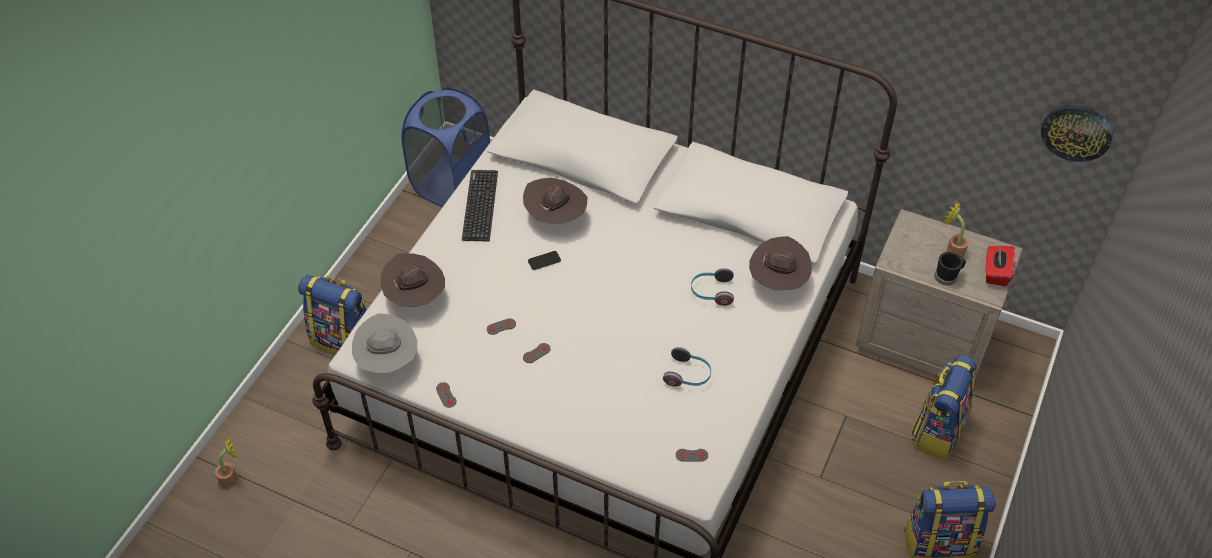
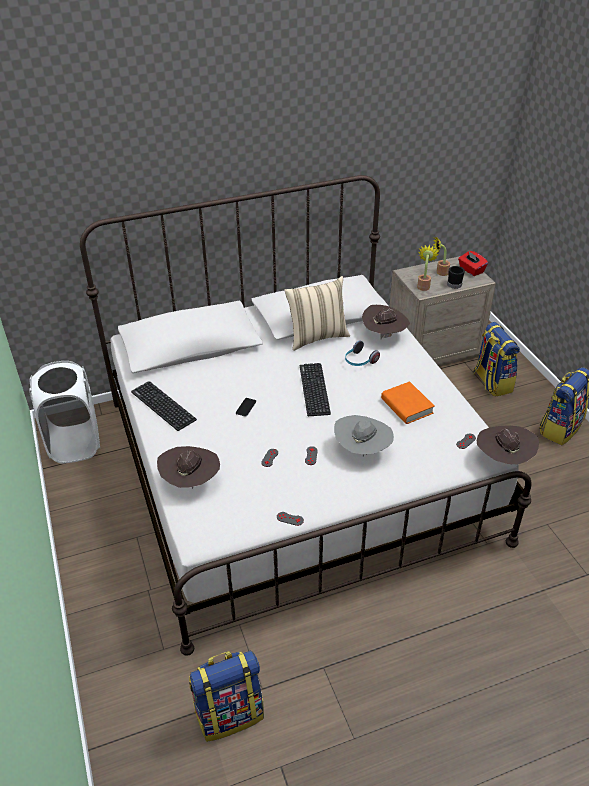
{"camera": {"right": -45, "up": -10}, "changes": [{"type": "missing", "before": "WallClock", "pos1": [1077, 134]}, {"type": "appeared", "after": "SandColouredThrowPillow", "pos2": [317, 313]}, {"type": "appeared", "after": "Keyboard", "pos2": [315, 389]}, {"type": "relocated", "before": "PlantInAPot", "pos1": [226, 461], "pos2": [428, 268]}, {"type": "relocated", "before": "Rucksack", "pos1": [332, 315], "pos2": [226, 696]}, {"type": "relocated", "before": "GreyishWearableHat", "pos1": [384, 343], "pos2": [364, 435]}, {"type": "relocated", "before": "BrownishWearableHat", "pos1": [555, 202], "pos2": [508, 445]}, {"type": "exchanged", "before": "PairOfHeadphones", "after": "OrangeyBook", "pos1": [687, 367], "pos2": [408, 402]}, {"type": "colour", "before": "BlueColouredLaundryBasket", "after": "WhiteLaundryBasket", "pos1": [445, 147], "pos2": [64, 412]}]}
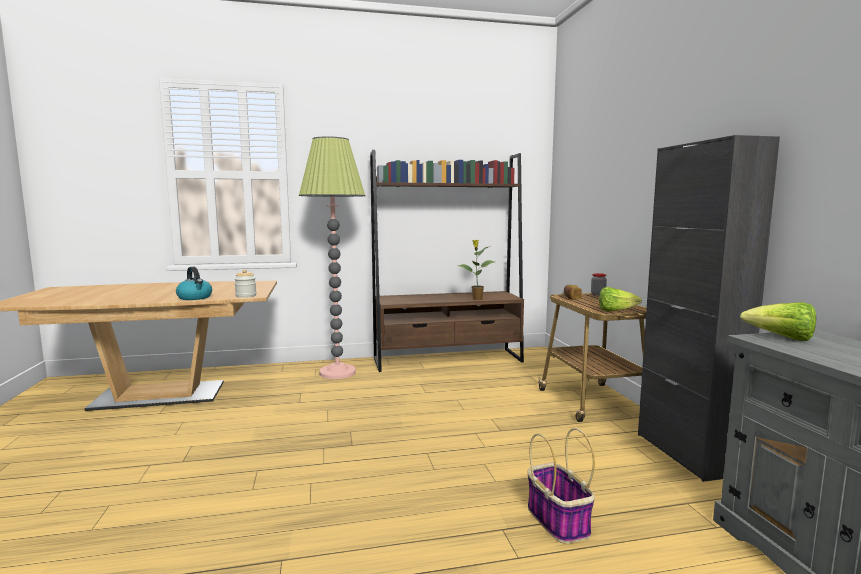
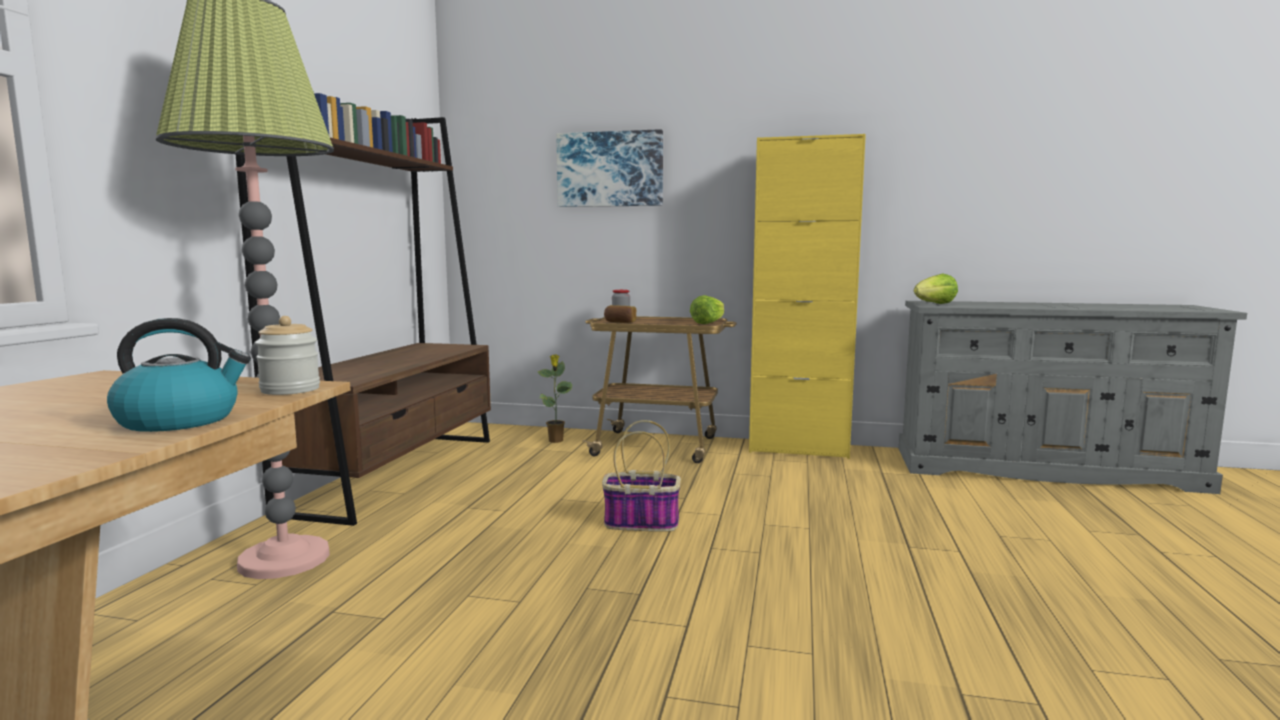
{"camera": {"right": -65, "up": 0}, "changes": [{"type": "appeared", "after": "WallPicture", "pos2": [609, 168]}, {"type": "relocated", "before": "PlantInAPot", "pos1": [476, 270], "pos2": [555, 398]}, {"type": "relocated", "before": "StorageBasket", "pos1": [561, 485], "pos2": [641, 476]}, {"type": "colour", "before": "BlackCabinet", "after": "YellowCabinet", "pos1": [709, 308], "pos2": [807, 296]}]}
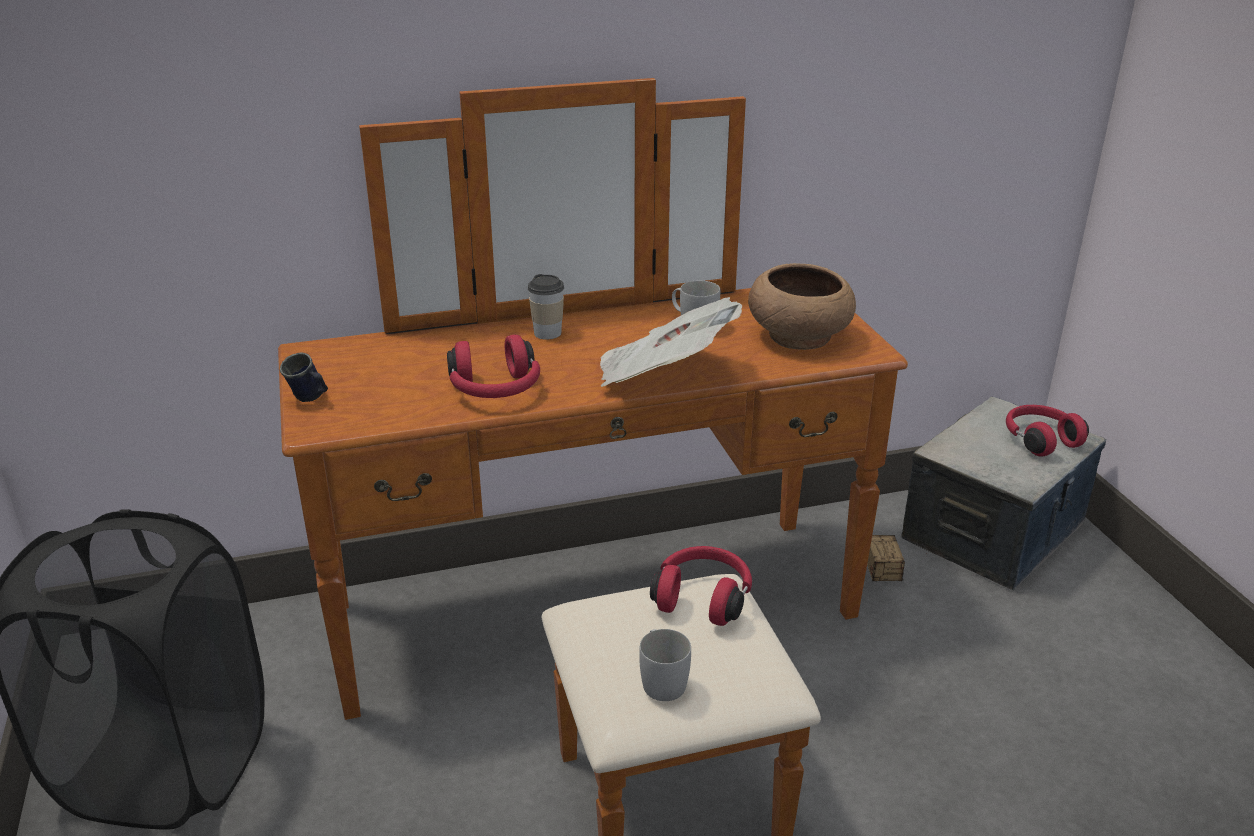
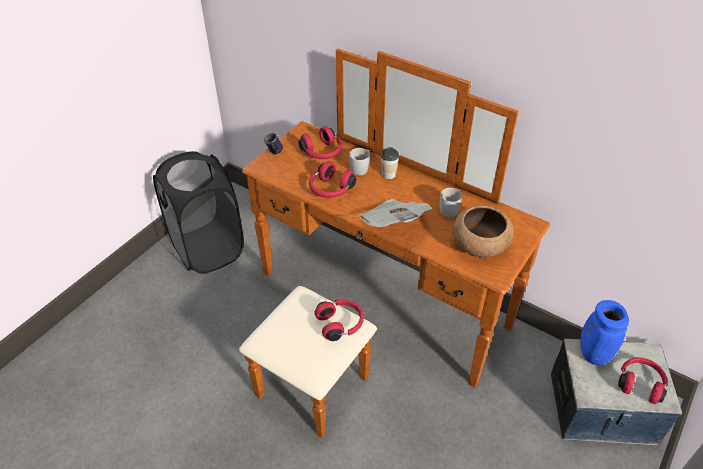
{"camera": {"right": 50, "up": 15}, "changes": [{"type": "missing", "before": "StorageContainer", "pos1": [897, 558]}, {"type": "appeared", "after": "RedPairOfHeadphones", "pos2": [320, 142]}, {"type": "appeared", "after": "BlueColouredDecorativeVase", "pos2": [604, 332]}, {"type": "relocated", "before": "WhiteMug", "pos1": [665, 665], "pos2": [359, 162]}]}
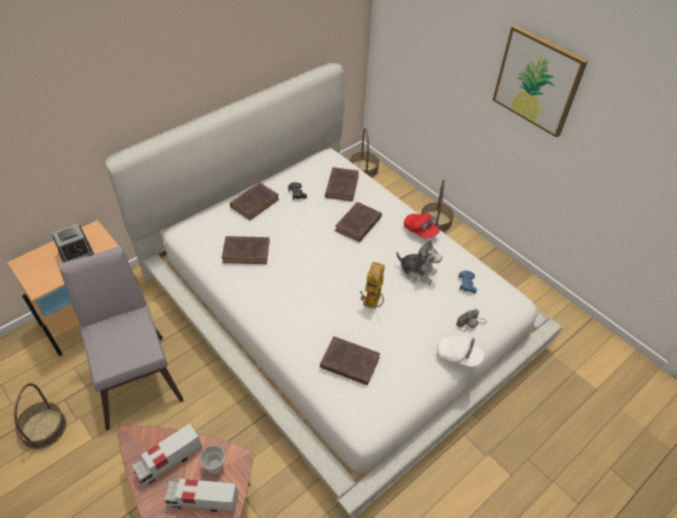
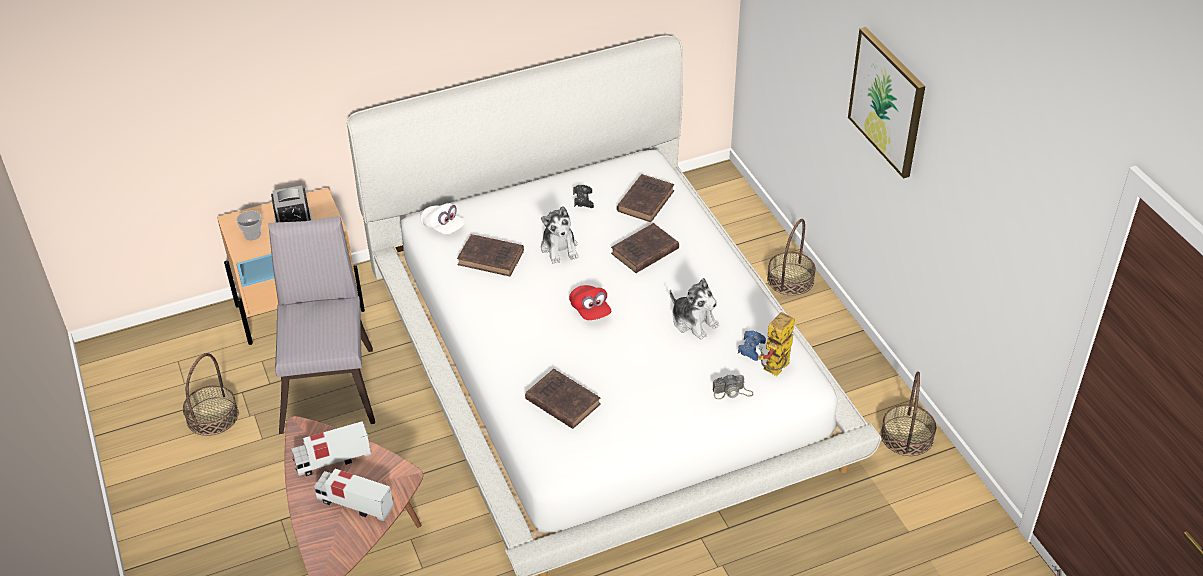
{"camera": {"right": 20, "up": -5}, "changes": [{"type": "missing", "before": "BrownishBook", "pos1": [254, 201]}, {"type": "appeared", "after": "PlushToy", "pos2": [559, 235]}, {"type": "relocated", "before": "DrinkingCup", "pos1": [212, 459], "pos2": [249, 225]}, {"type": "relocated", "before": "StorageBasket", "pos1": [364, 153], "pos2": [908, 413]}, {"type": "relocated", "before": "ModelRobot", "pos1": [372, 285], "pos2": [776, 344]}, {"type": "relocated", "before": "RedCap", "pos1": [422, 226], "pos2": [590, 302]}, {"type": "relocated", "before": "WhiteCap", "pos1": [460, 351], "pos2": [442, 218]}]}
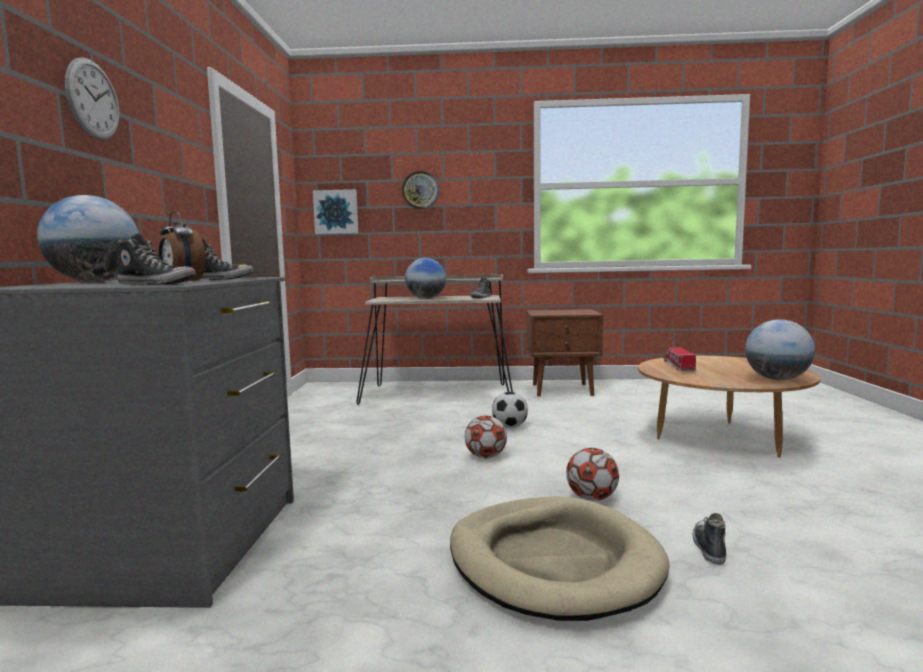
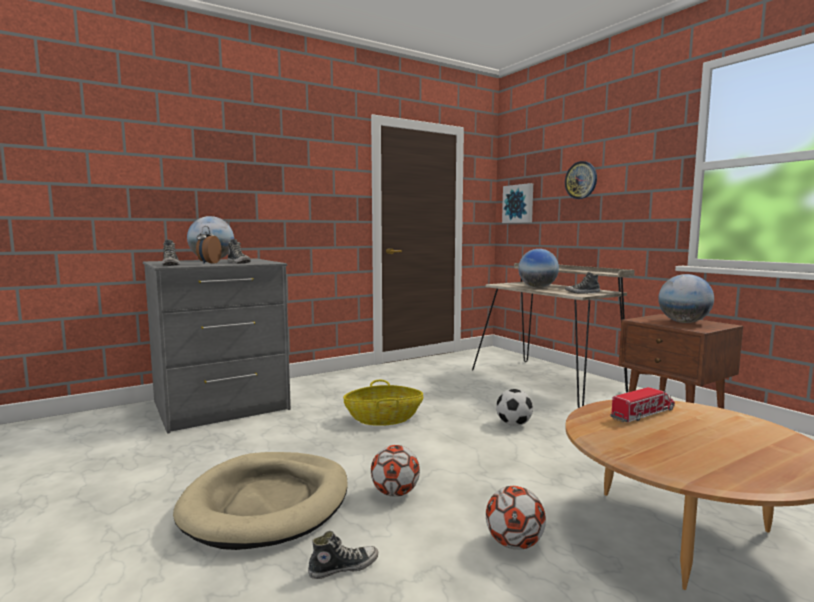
{"camera": {"right": 55, "up": 0}, "changes": [{"type": "missing", "before": "WallClock", "pos1": [92, 98]}, {"type": "appeared", "after": "StorageBasket", "pos2": [383, 403]}, {"type": "relocated", "before": "BallForFootball", "pos1": [486, 436], "pos2": [516, 518]}, {"type": "relocated", "before": "DeskGlobe", "pos1": [780, 349], "pos2": [686, 298]}]}
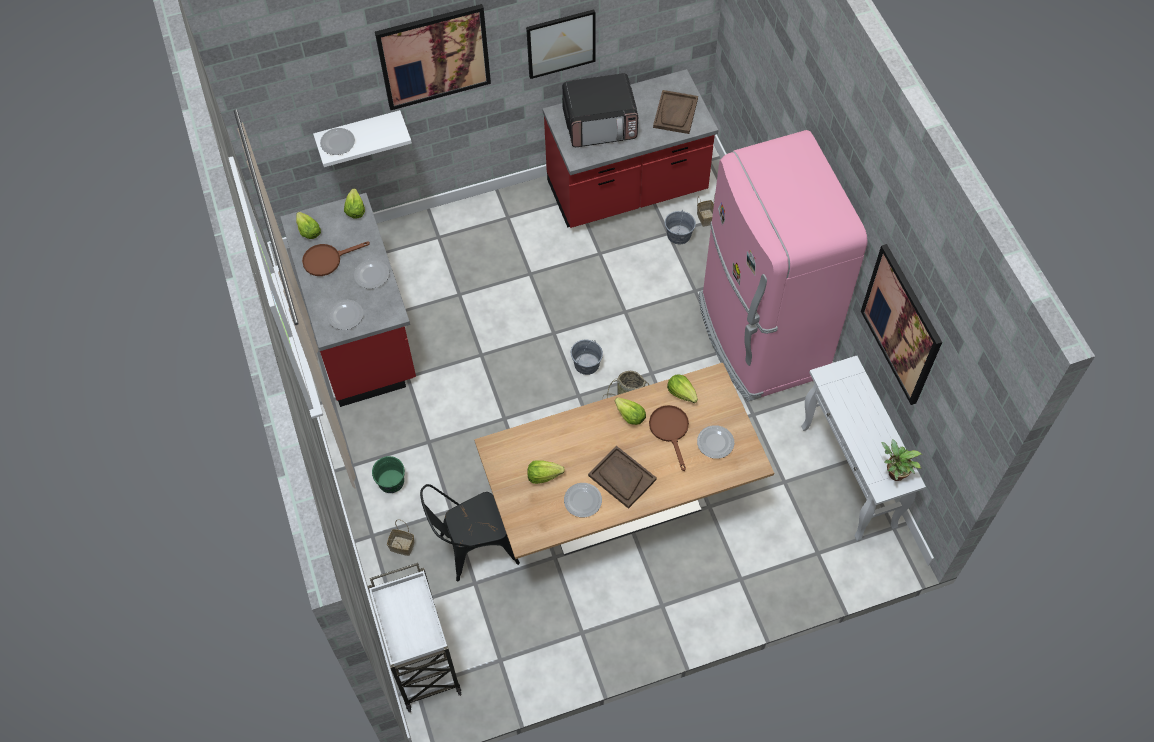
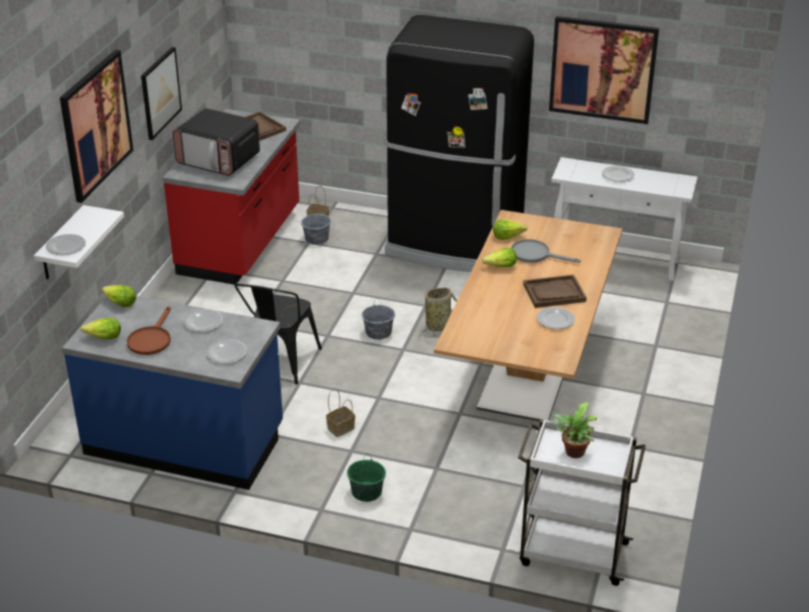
{"camera": {"right": -55, "up": -25}, "changes": [{"type": "missing", "before": "HeadOfLettuce", "pos1": [546, 472]}, {"type": "relocated", "before": "StorageBasket", "pos1": [400, 537], "pos2": [340, 412]}, {"type": "relocated", "before": "BlackPlainChair", "pos1": [470, 532], "pos2": [278, 334]}, {"type": "relocated", "before": "DinnerPlate", "pos1": [715, 442], "pos2": [618, 173]}, {"type": "relocated", "before": "PlantInAPot", "pos1": [901, 460], "pos2": [574, 430]}, {"type": "colour", "before": "RedKitchenCounter", "after": "BlueColouredKitchenCounter", "pos1": [348, 300], "pos2": [172, 393]}, {"type": "colour", "before": "BrownishFryingPan", "after": "GreyishFryingPan", "pos1": [669, 438], "pos2": [546, 251]}, {"type": "colour", "before": "PinkColouredRefrigerator", "after": "BlackRefrigerator", "pos1": [783, 266], "pos2": [459, 143]}, {"type": "spun", "before": "MicrowaveOven", "pos1": [600, 110], "pos2": [216, 142], "turn": 90}]}
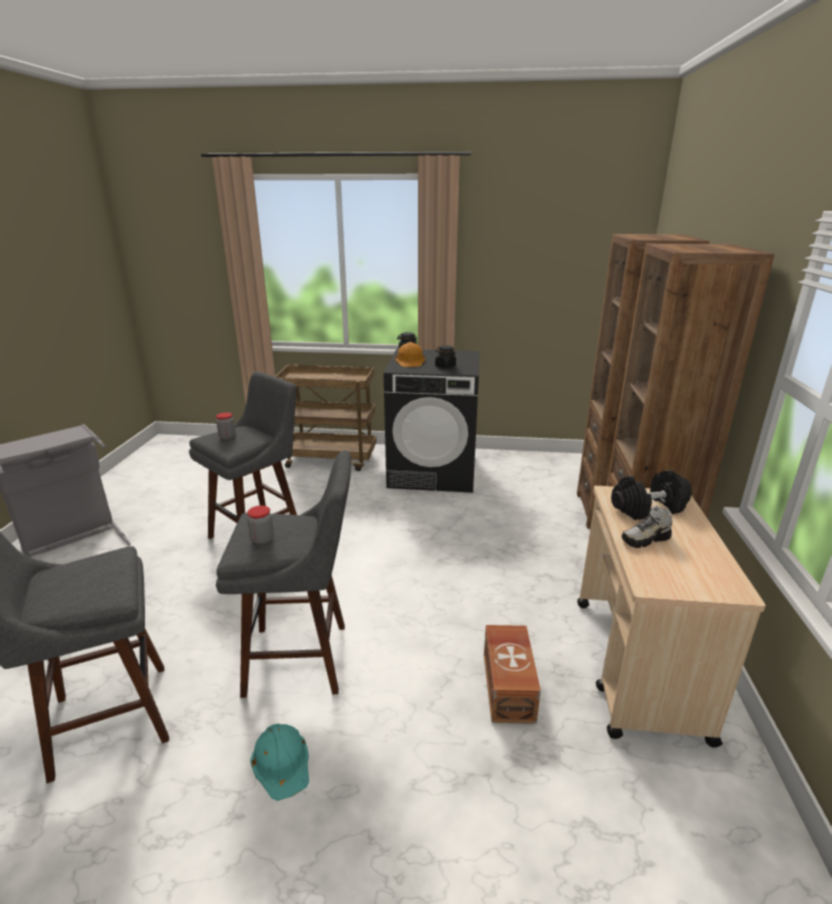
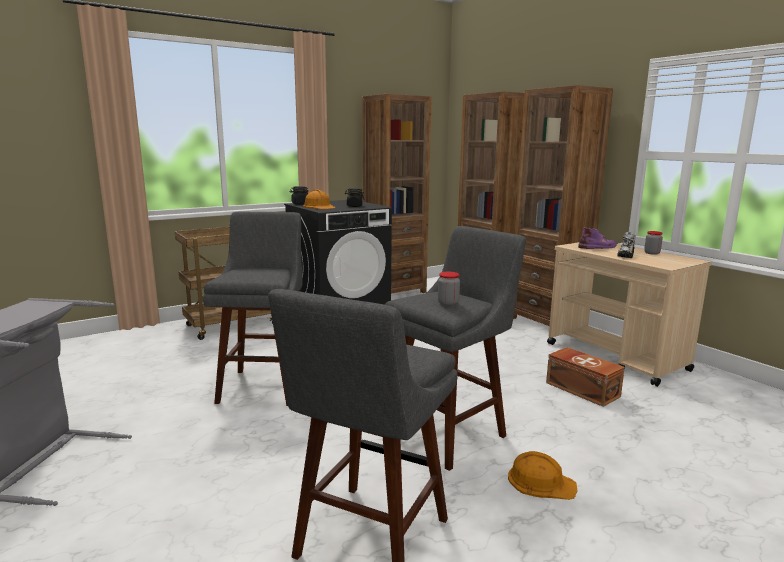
{"camera": {"right": -40, "up": -10}, "changes": [{"type": "appeared", "after": "BrownishBookshelf", "pos2": [397, 194]}, {"type": "relocated", "before": "Jar", "pos1": [226, 426], "pos2": [653, 243]}, {"type": "exchanged", "before": "BlackFreeWeight", "after": "PurplishTallBoot", "pos1": [651, 495], "pos2": [597, 238]}, {"type": "colour", "before": "TurquoiseWorkHelmet", "after": "OrangeyWorkHelmet", "pos1": [279, 762], "pos2": [542, 475]}]}
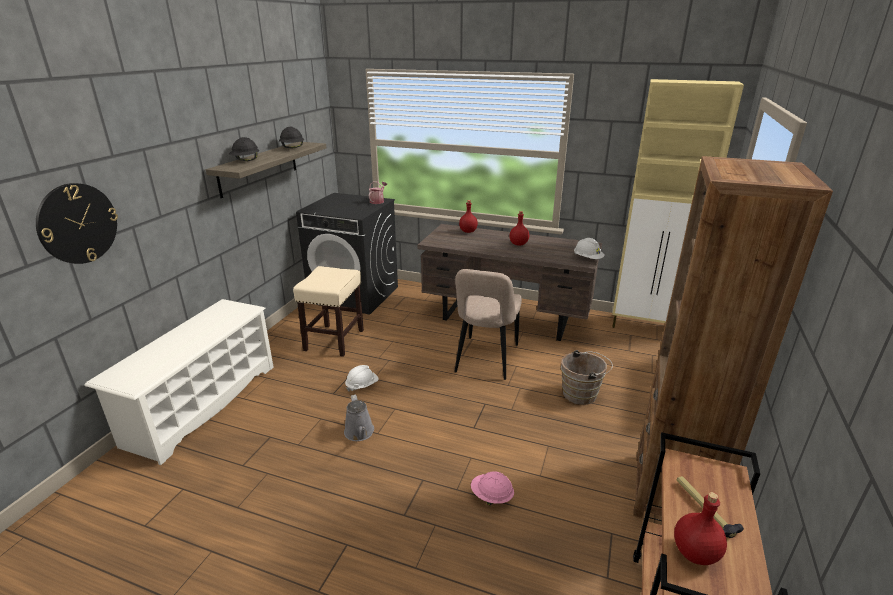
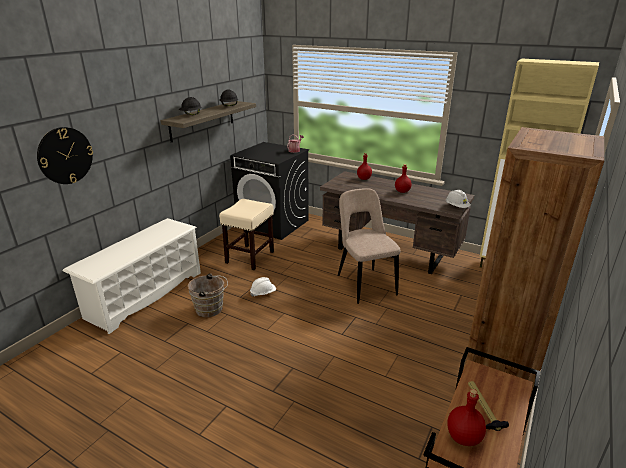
{"camera": {"right": 10, "up": 0}, "changes": [{"type": "missing", "before": "GreyishWateringCan", "pos1": [359, 417]}, {"type": "missing", "before": "PinkColouredWorkHelmet", "pos1": [492, 488]}, {"type": "relocated", "before": "BrownishPail", "pos1": [587, 377], "pos2": [208, 295]}, {"type": "spun", "before": "SandColouredPlainChair", "pos1": [488, 324], "pos2": [369, 246], "turn": 135}]}
